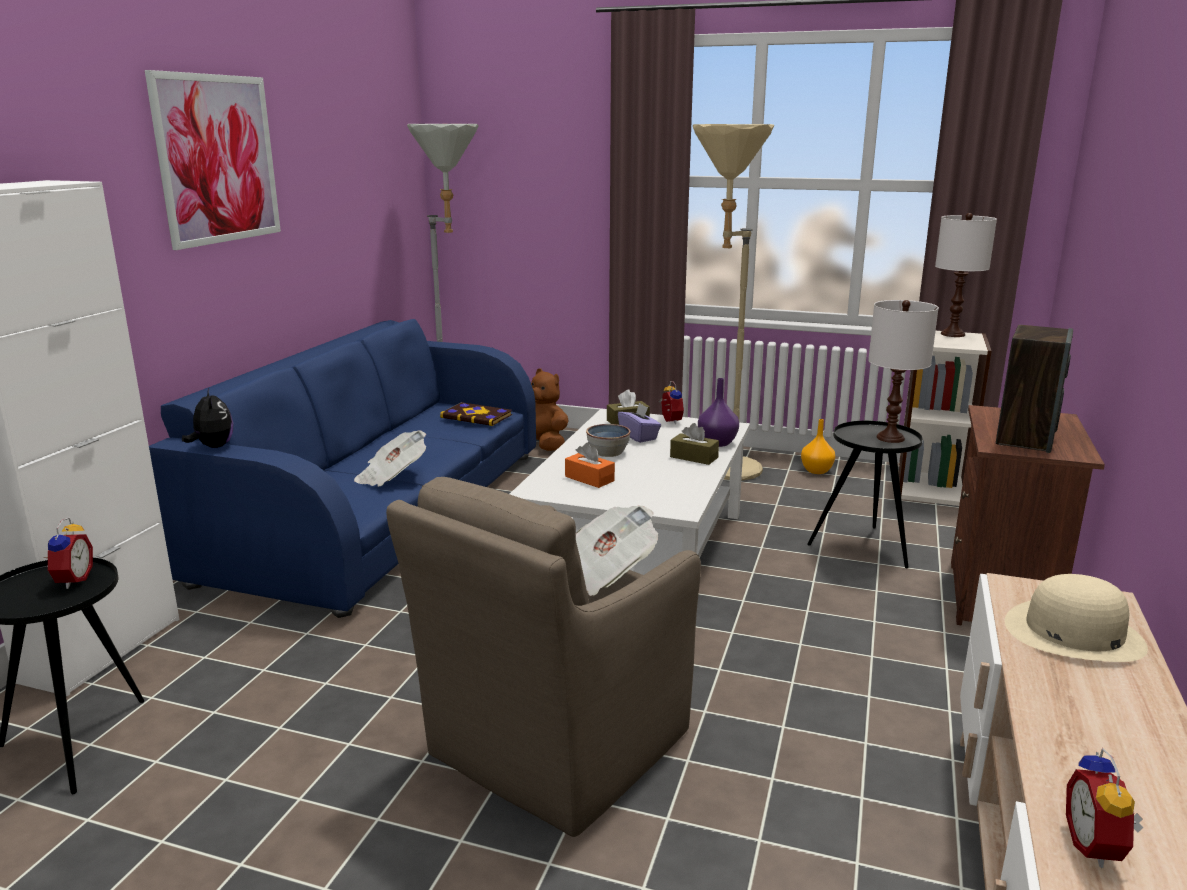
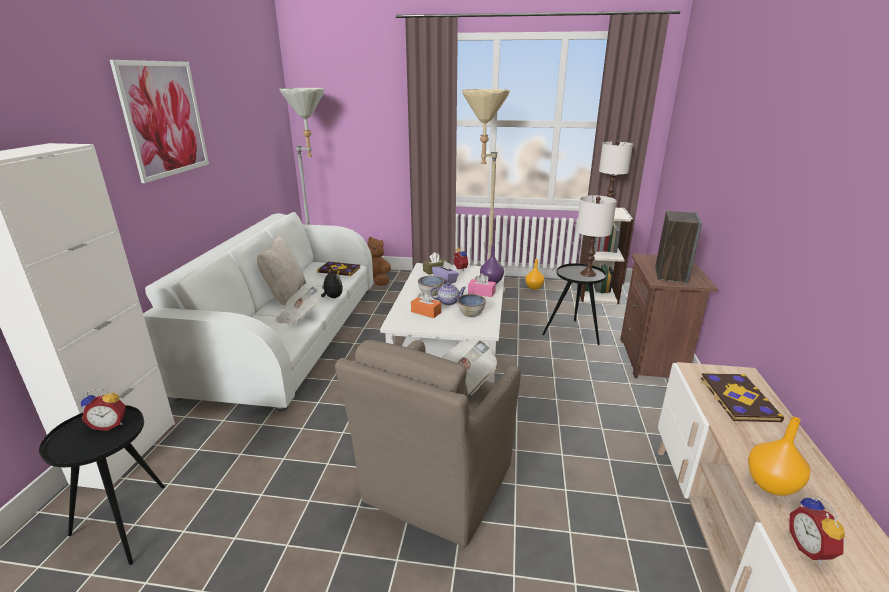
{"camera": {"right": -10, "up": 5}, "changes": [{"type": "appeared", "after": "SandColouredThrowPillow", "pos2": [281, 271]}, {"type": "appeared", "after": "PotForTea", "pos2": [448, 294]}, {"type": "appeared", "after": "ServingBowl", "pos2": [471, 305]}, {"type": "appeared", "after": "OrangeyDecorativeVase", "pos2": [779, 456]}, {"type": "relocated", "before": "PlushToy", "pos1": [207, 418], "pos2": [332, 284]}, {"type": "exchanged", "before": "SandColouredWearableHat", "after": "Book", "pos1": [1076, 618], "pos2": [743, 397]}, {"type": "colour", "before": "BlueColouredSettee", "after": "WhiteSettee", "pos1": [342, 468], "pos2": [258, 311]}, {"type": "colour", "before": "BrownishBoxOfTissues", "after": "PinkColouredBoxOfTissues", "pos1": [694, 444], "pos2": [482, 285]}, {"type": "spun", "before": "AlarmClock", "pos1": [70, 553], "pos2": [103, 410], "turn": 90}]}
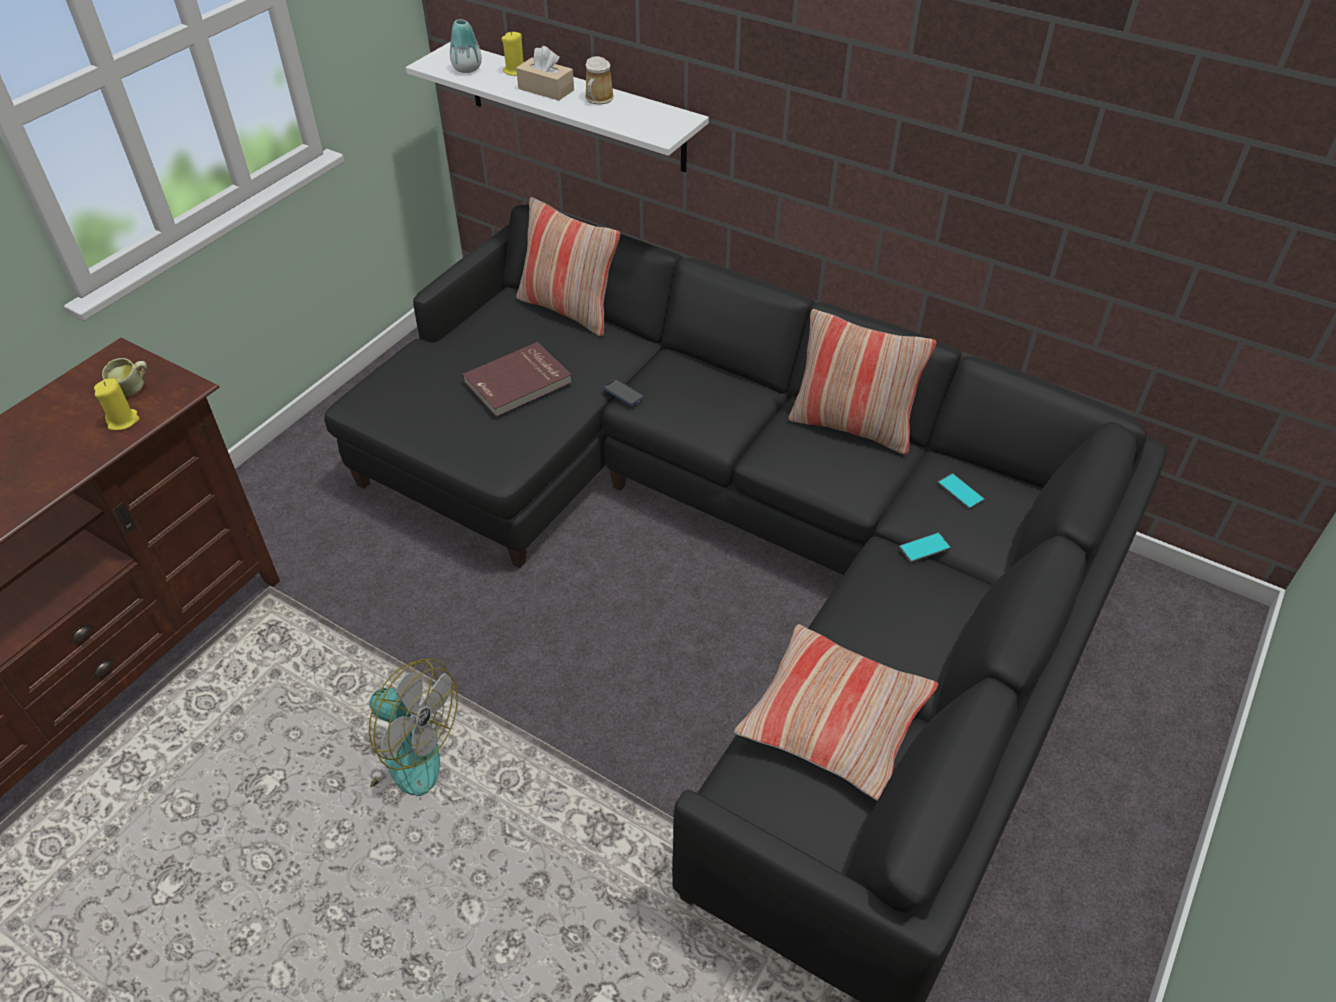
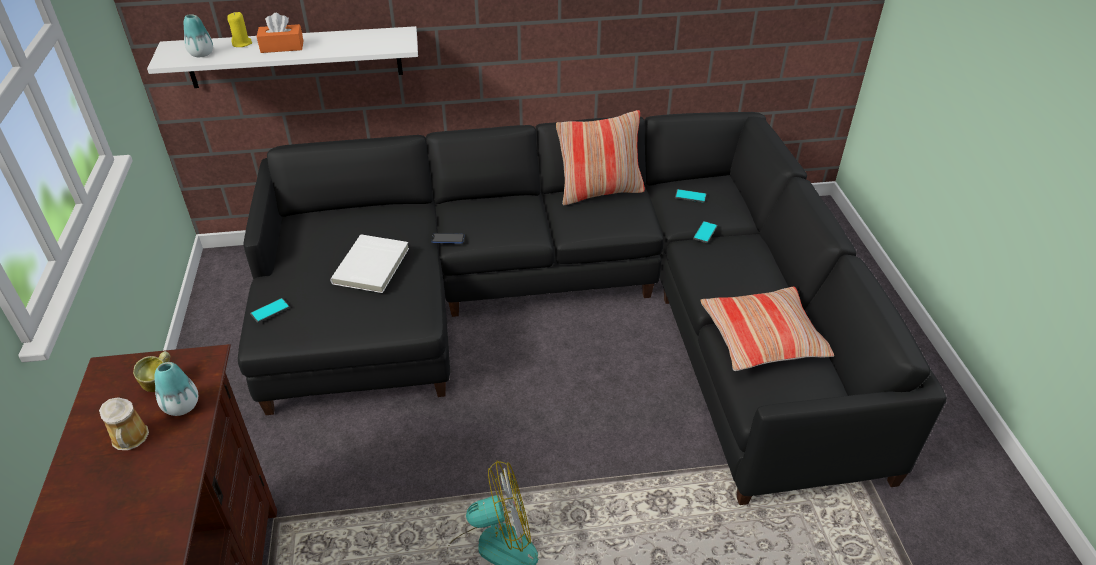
{"camera": {"right": -40, "up": -5}, "changes": [{"type": "missing", "before": "ThrowPillow", "pos1": [568, 266]}, {"type": "appeared", "after": "Handset", "pos2": [270, 310]}, {"type": "relocated", "before": "Mug", "pos1": [599, 80], "pos2": [124, 423]}, {"type": "exchanged", "before": "YellowWaxLight", "after": "DecorativeVase", "pos1": [117, 404], "pos2": [176, 389]}, {"type": "colour", "before": "RedBook", "after": "WhiteBook", "pos1": [517, 379], "pos2": [369, 263]}, {"type": "colour", "before": "SandColouredBoxOfTissues", "after": "OrangeyBoxOfTissues", "pos1": [545, 73], "pos2": [280, 33]}]}
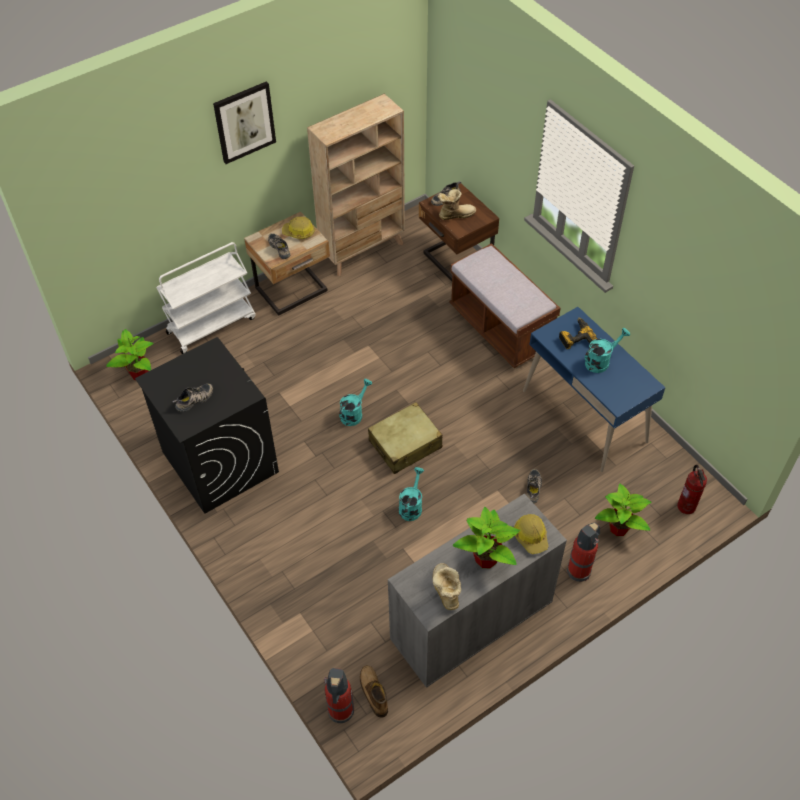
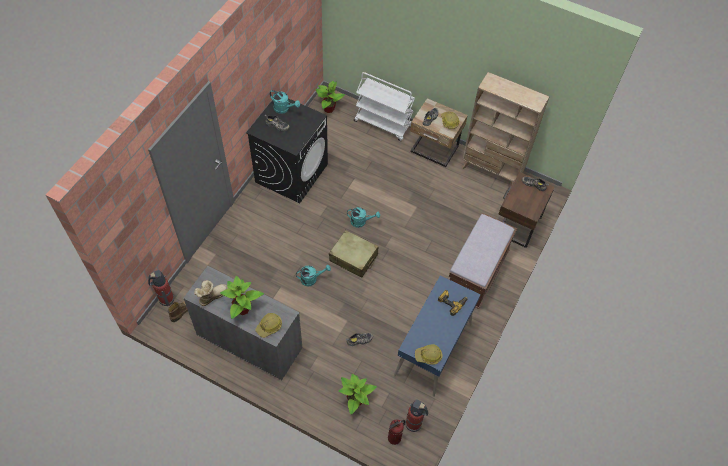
{"camera": {"right": 60, "up": 5}, "changes": [{"type": "missing", "before": "WallPicture", "pos1": [244, 122]}, {"type": "missing", "before": "TallBoot", "pos1": [456, 204]}, {"type": "appeared", "after": "WorkHelmet", "pos2": [429, 355]}, {"type": "relocated", "before": "FireFightingCylinder", "pos1": [583, 552], "pos2": [416, 415]}, {"type": "relocated", "before": "TurquoiseWateringCan", "pos1": [607, 350], "pos2": [285, 102]}]}
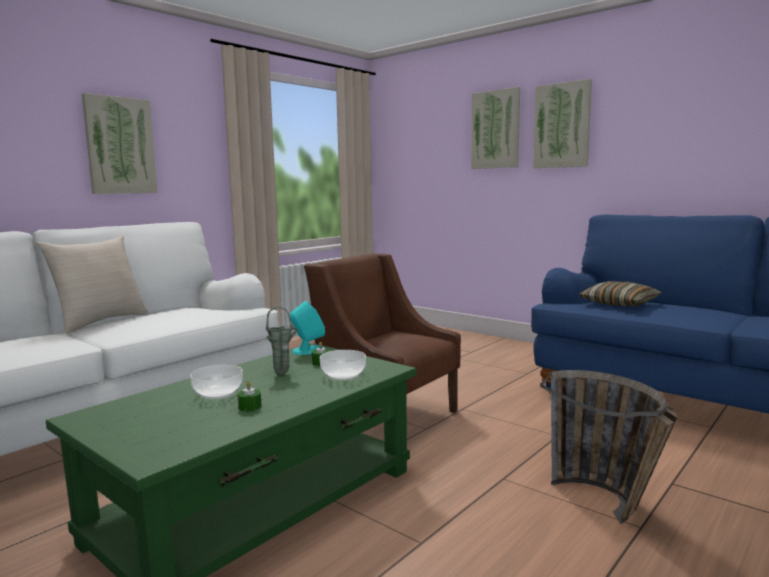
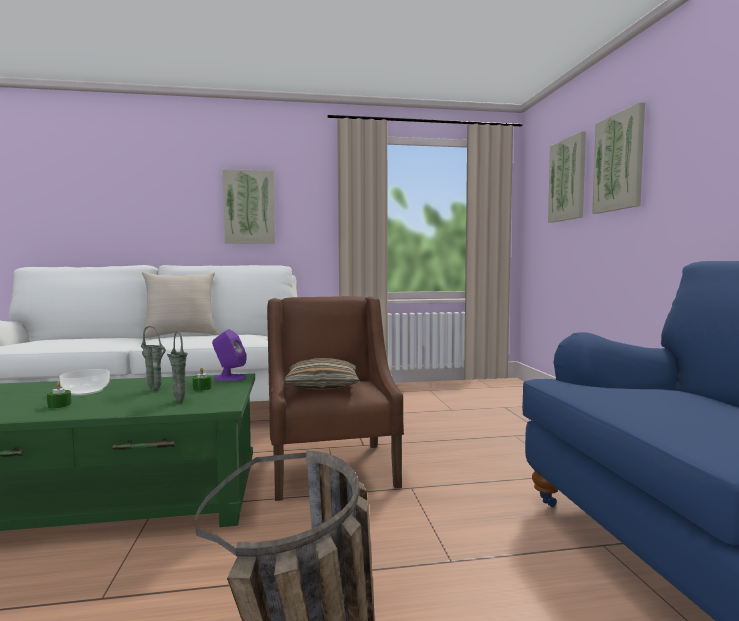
{"camera": {"right": 40, "up": -5}, "changes": [{"type": "relocated", "before": "WallPicture", "pos1": [562, 123], "pos2": [567, 177]}, {"type": "relocated", "before": "ThrowPillow", "pos1": [620, 293], "pos2": [322, 374]}, {"type": "exchanged", "before": "ServingBowl", "after": "GreenDecorativeVase", "pos1": [343, 365], "pos2": [177, 366]}, {"type": "colour", "before": "TurquoiseSpeaker", "after": "PurplishSpeaker", "pos1": [307, 328], "pos2": [229, 355]}]}
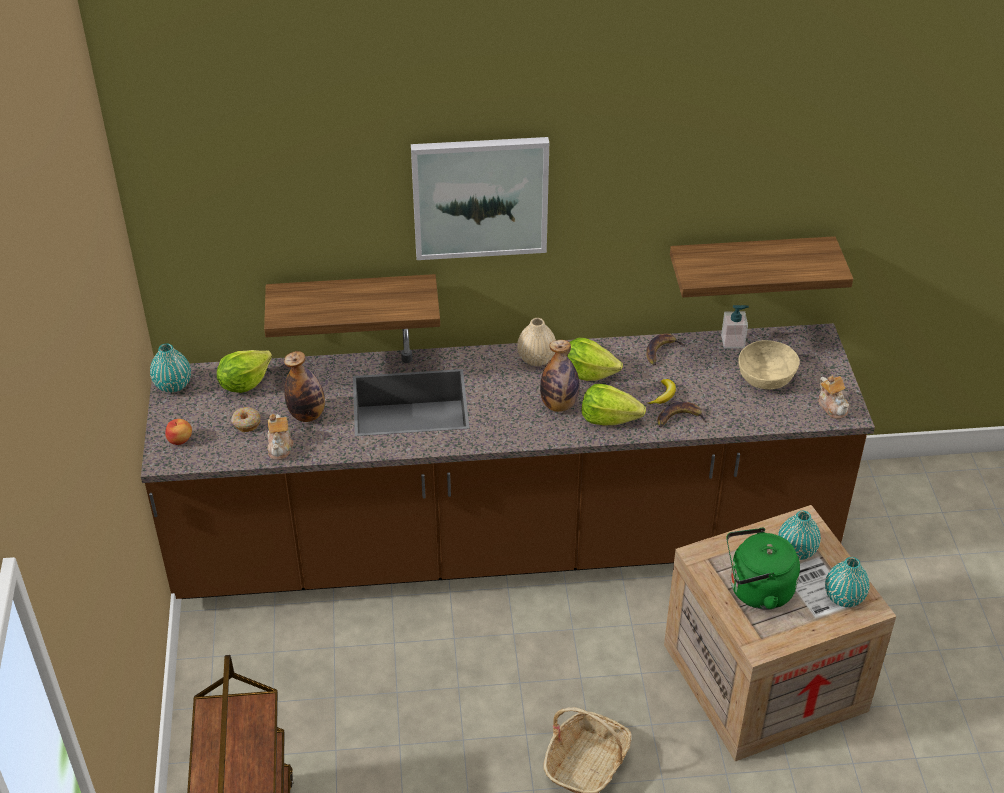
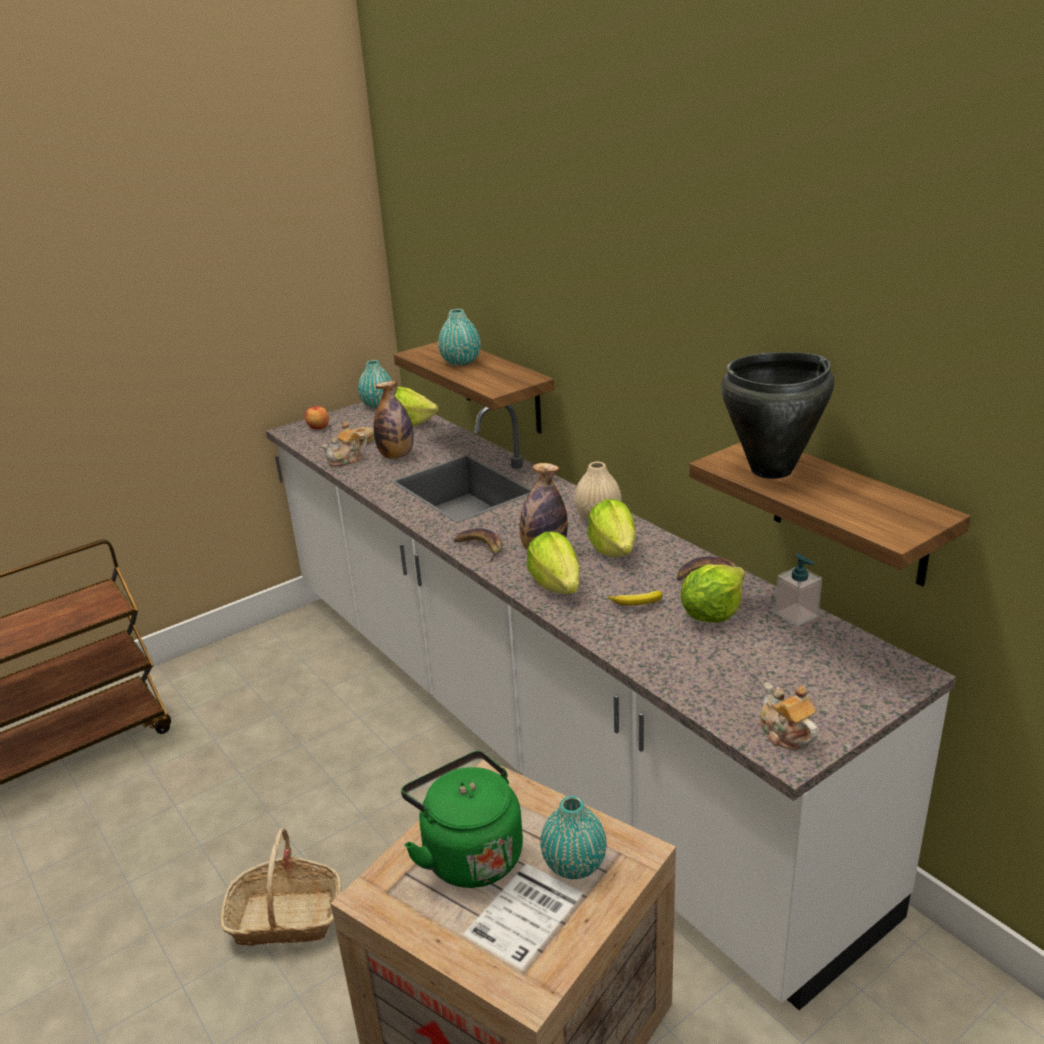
{"camera": {"right": 60, "up": -15}, "changes": [{"type": "missing", "before": "WallPicture", "pos1": [480, 198]}, {"type": "missing", "before": "SandColouredServingBowl", "pos1": [769, 364]}, {"type": "appeared", "after": "HeadOfLettuce", "pos2": [713, 594]}, {"type": "appeared", "after": "BlackSaucepot", "pos2": [777, 415]}, {"type": "relocated", "before": "WholeBanana", "pos1": [682, 414], "pos2": [478, 545]}, {"type": "relocated", "before": "TurquoiseDecorativeVase", "pos1": [847, 582], "pos2": [459, 337]}, {"type": "colour", "before": "BrownishKitchenCounter", "after": "WhiteKitchenCounter", "pos1": [508, 461], "pos2": [611, 706]}, {"type": "spun", "before": "PotForTea", "pos1": [833, 397], "pos2": [789, 716], "turn": 120}]}
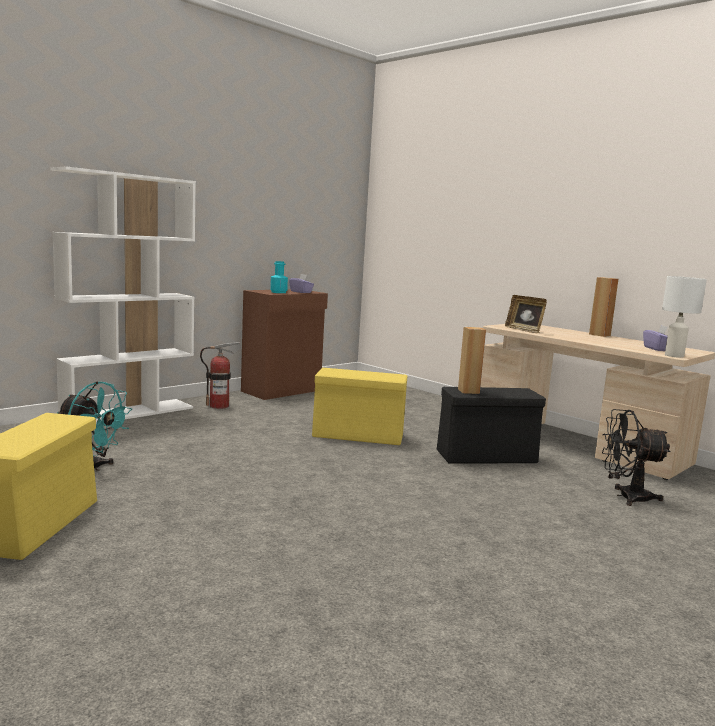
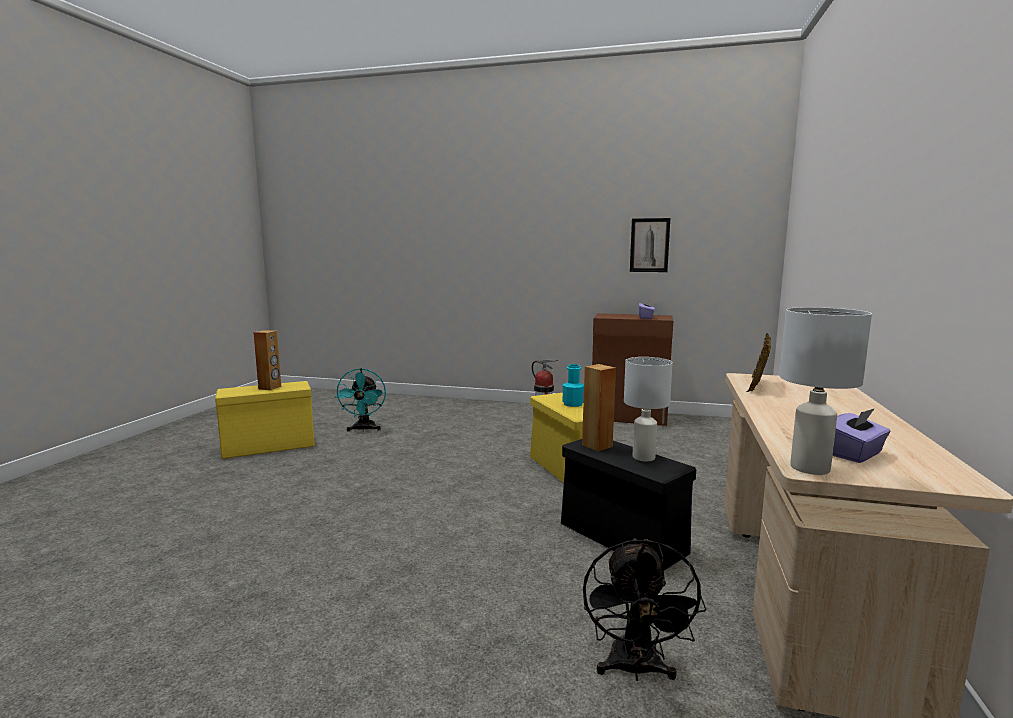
{"camera": {"right": 60, "up": 0}, "changes": [{"type": "missing", "before": "WhiteBookshelf", "pos1": [123, 295]}, {"type": "appeared", "after": "WhiteTabletopLamp", "pos2": [648, 409]}, {"type": "appeared", "after": "WallPicture", "pos2": [650, 245]}, {"type": "relocated", "before": "TurquoiseDrinkBottle", "pos1": [279, 277], "pos2": [573, 385]}, {"type": "relocated", "before": "BrownishSpeaker", "pos1": [603, 307], "pos2": [267, 360]}, {"type": "spun", "before": "BlackElectricFan", "pos1": [636, 457], "pos2": [645, 609], "turn": -150}]}
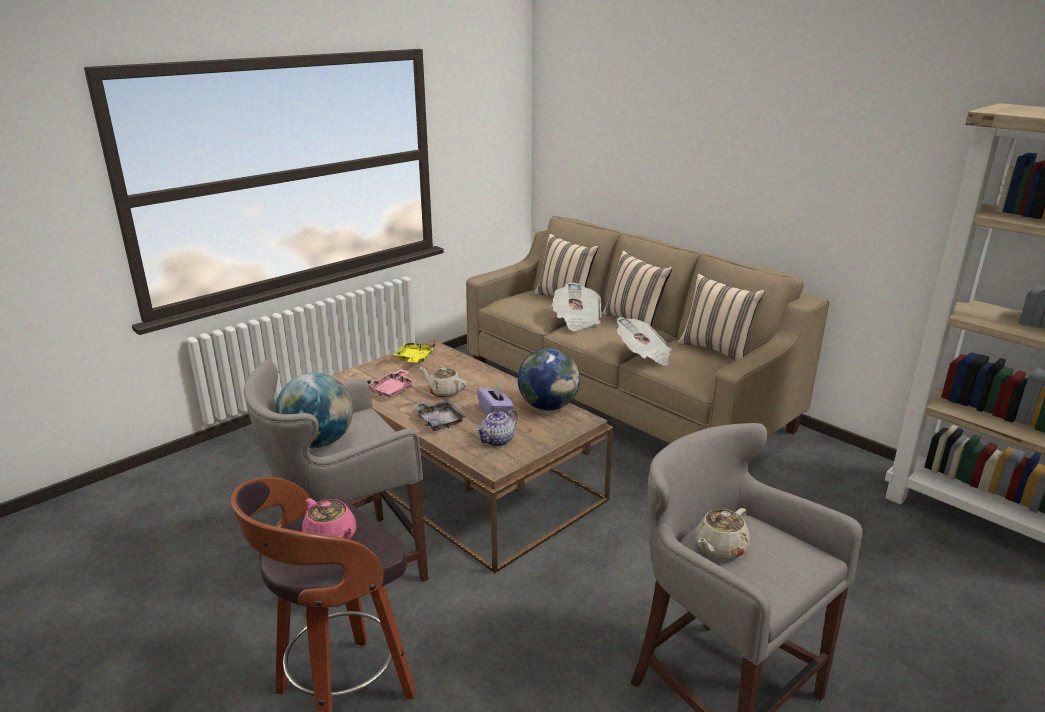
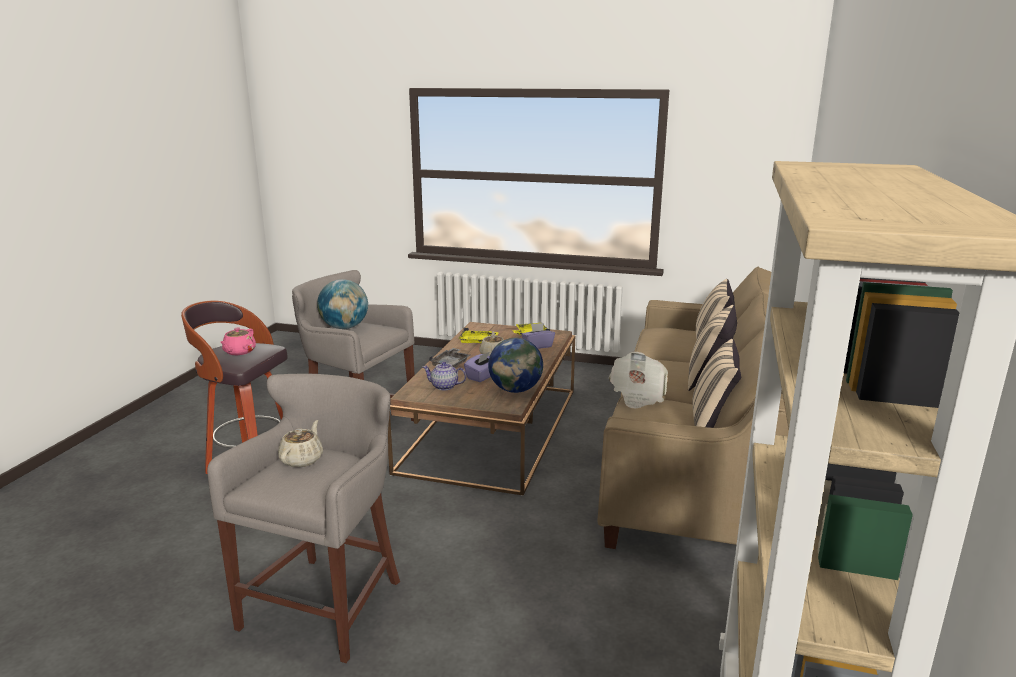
{"camera": {"right": 60, "up": -5}, "changes": [{"type": "missing", "before": "DailyPaper", "pos1": [576, 307]}, {"type": "appeared", "after": "PurplishBoxOfTissues", "pos2": [538, 336]}, {"type": "colour", "before": "PinkColouredCarryingTray", "after": "YellowCarryingTray", "pos1": [391, 383], "pos2": [478, 335]}, {"type": "spun", "before": "SandColouredPotForTea", "pos1": [722, 534], "pos2": [300, 443], "turn": 90}]}
